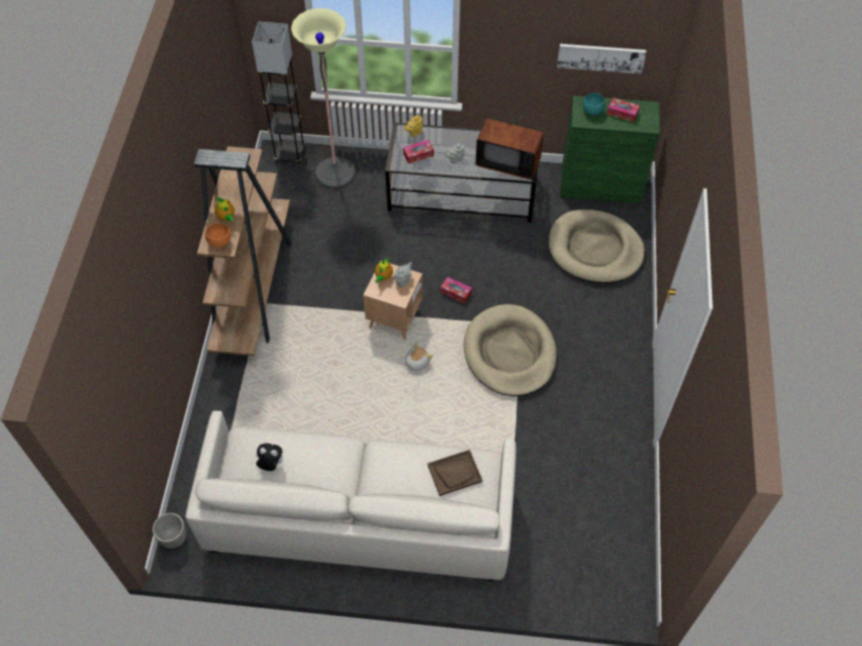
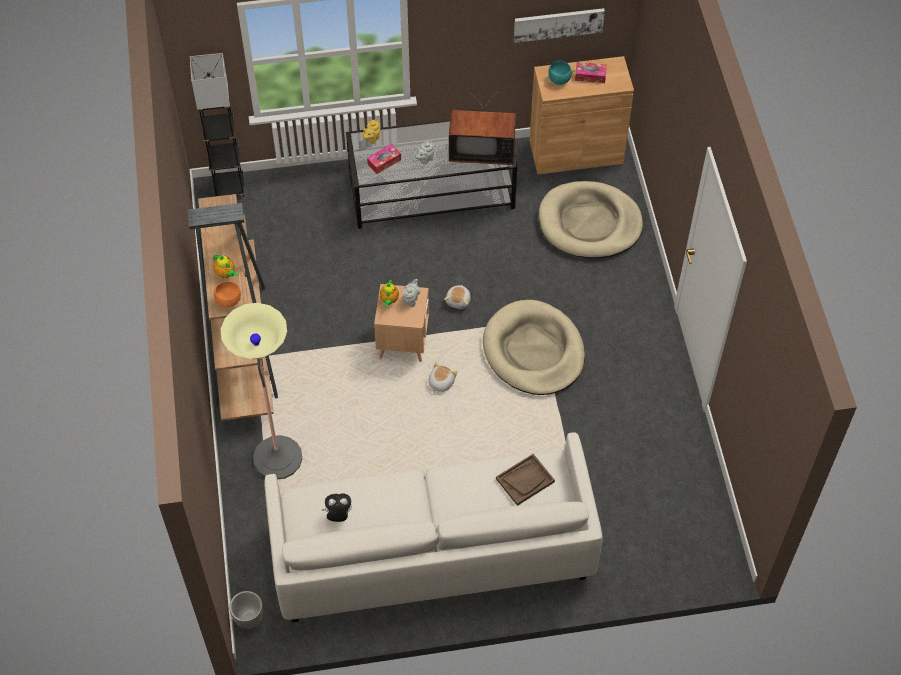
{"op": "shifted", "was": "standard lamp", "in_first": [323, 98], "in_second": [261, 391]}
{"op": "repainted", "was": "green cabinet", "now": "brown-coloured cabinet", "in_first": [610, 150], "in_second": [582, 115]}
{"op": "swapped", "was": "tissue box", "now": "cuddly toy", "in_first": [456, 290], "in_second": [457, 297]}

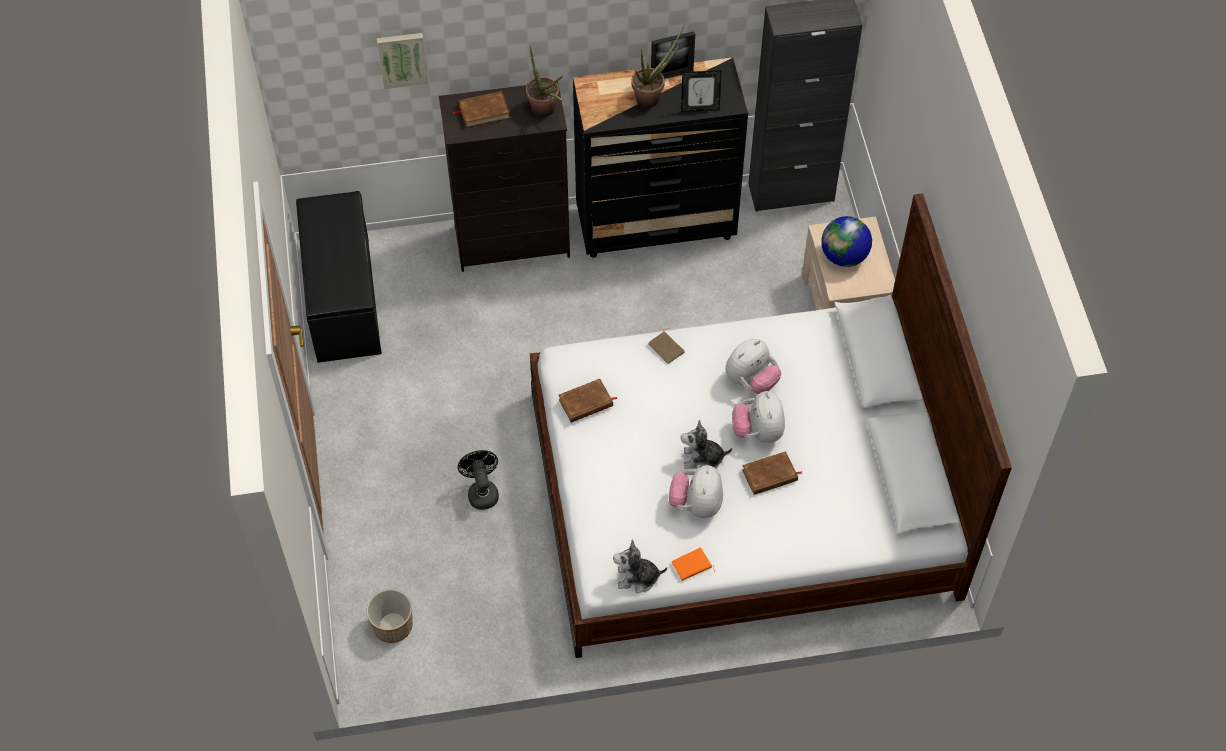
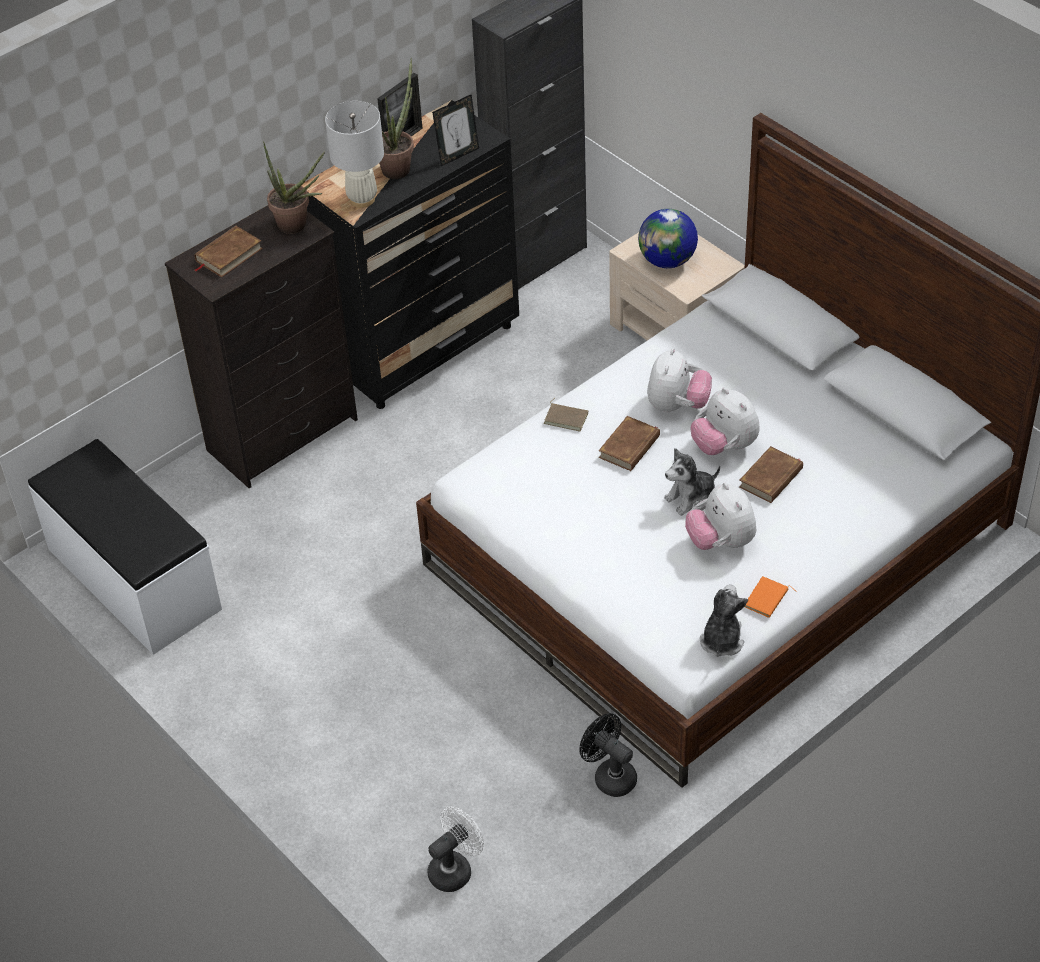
{"op": "gone", "was": "picture", "in_first": [403, 61]}
{"op": "repainted", "was": "black bench", "now": "white-coloured bench", "in_first": [339, 277], "in_second": [125, 547]}
{"op": "shifted", "was": "brown-coloured bound book", "in_first": [588, 401], "in_second": [629, 443]}
{"op": "shifted", "was": "black fan", "in_first": [478, 480], "in_second": [608, 755]}
{"op": "rotated", "was": "cuddly toy", "in_first": [640, 566], "in_second": [724, 620], "clockwise": 135}
{"op": "swapped", "was": "flower pot", "now": "white-coloured fan", "in_first": [389, 616], "in_second": [455, 849]}
{"op": "new", "now": "white-coloured lamp for a table", "in_second": [354, 154]}

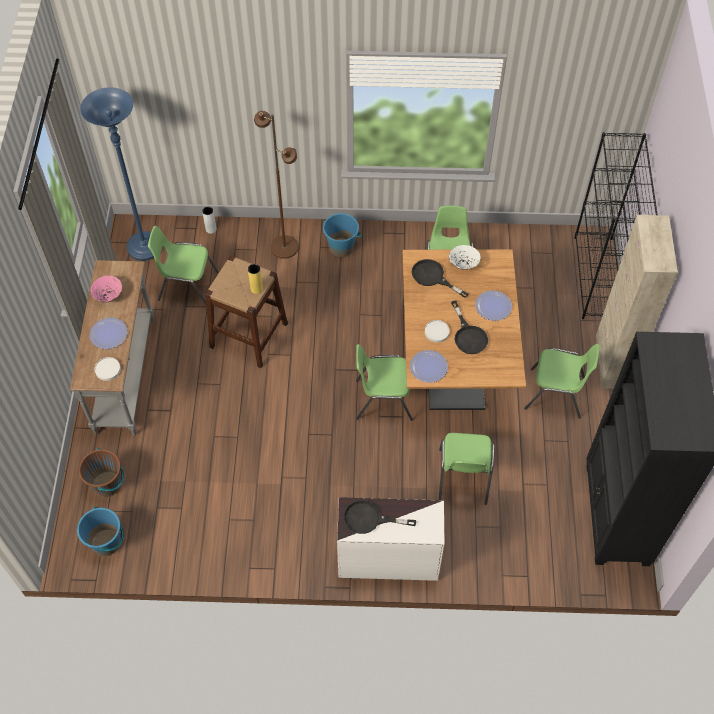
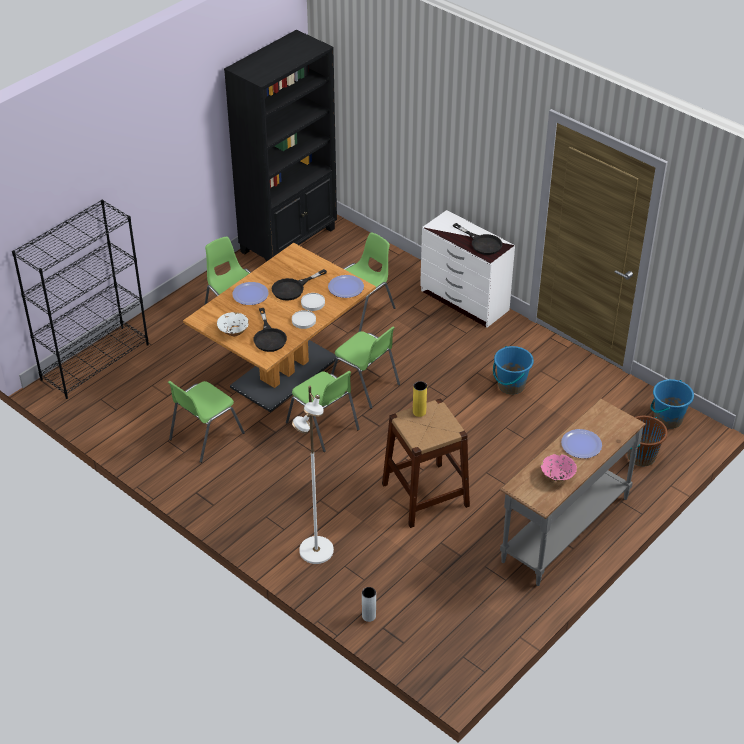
{"op": "gone", "was": "blue-coloured standard lamp", "in_first": [117, 174]}
{"op": "repainted", "was": "brown-coloured standard lamp", "now": "white-coloured standard lamp", "in_first": [276, 185], "in_second": [313, 475]}
{"op": "shifted", "was": "blue-coloured bucket", "in_first": [342, 235], "in_second": [513, 370]}
{"op": "gone", "was": "beige cabinet", "in_first": [637, 301]}
{"op": "shifted", "was": "green upright chair", "in_first": [183, 265], "in_second": [323, 411]}
{"op": "rotated", "was": "black pan", "in_first": [469, 327], "in_second": [299, 285], "clockwise": -150}
{"op": "shifted", "was": "white-coloured flat dish", "in_first": [108, 369], "in_second": [304, 319]}

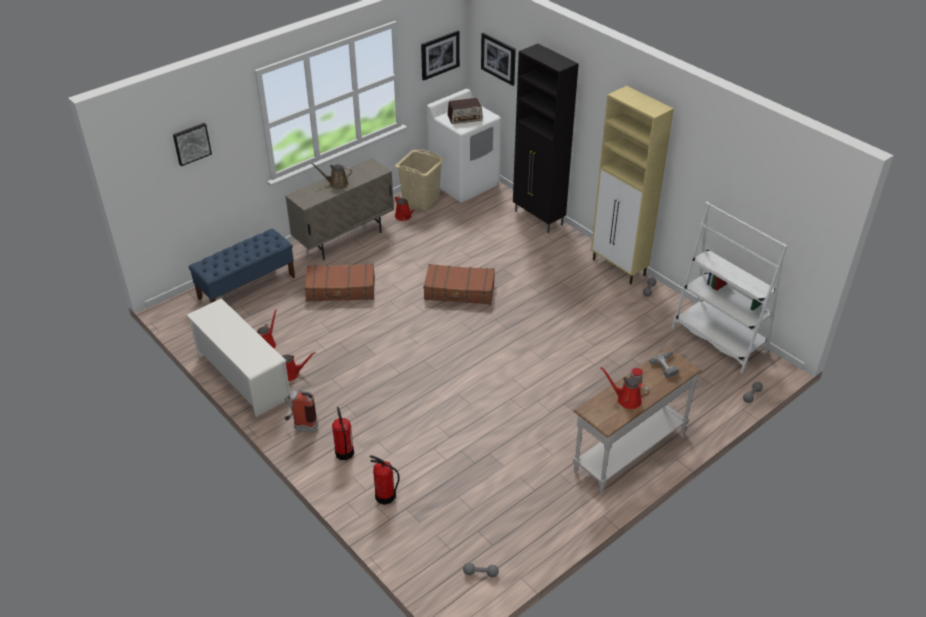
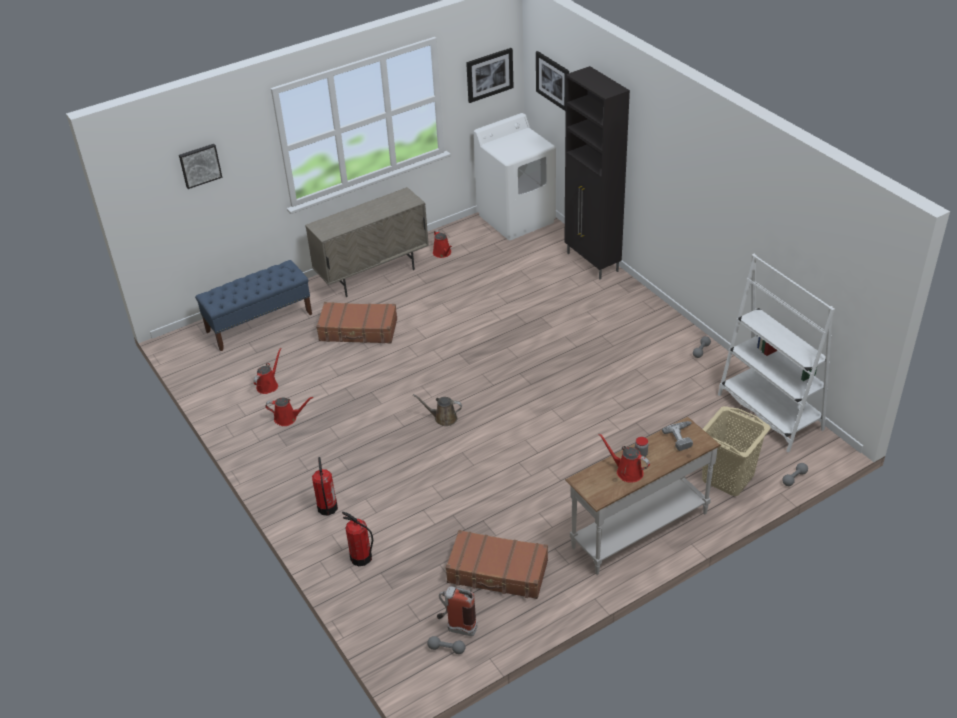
{"op": "gone", "was": "beige cabinet", "in_first": [632, 185]}
{"op": "gone", "was": "radio set", "in_first": [465, 111]}
{"op": "shifted", "was": "beige hamper", "in_first": [419, 180], "in_second": [736, 451]}
{"op": "shifted", "was": "brown-coloured sprinkling can", "in_first": [331, 176], "in_second": [437, 410]}
{"op": "shifted", "was": "brown-coloured piece of luggage", "in_first": [459, 284], "in_second": [497, 564]}
{"op": "gone", "was": "white-coloured shoe stand", "in_first": [238, 357]}
{"op": "shifted", "was": "fire extinguisher", "in_first": [301, 411], "in_second": [457, 611]}

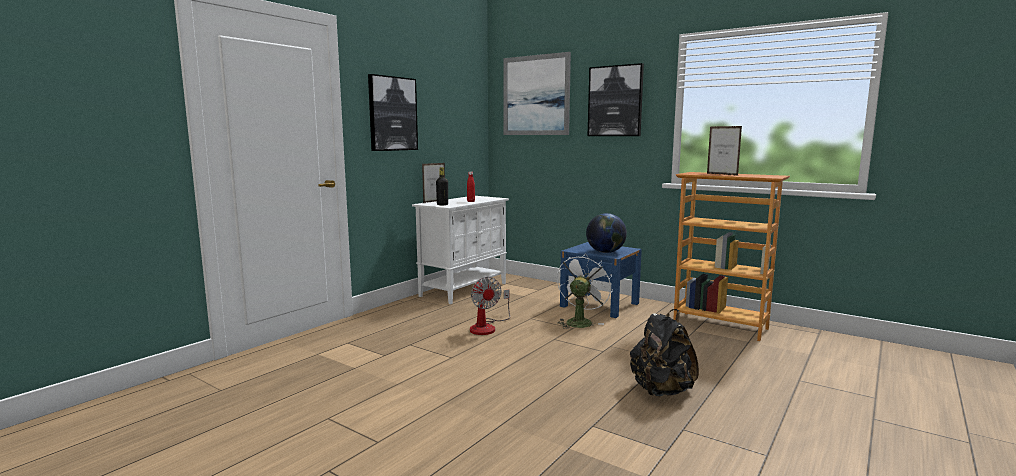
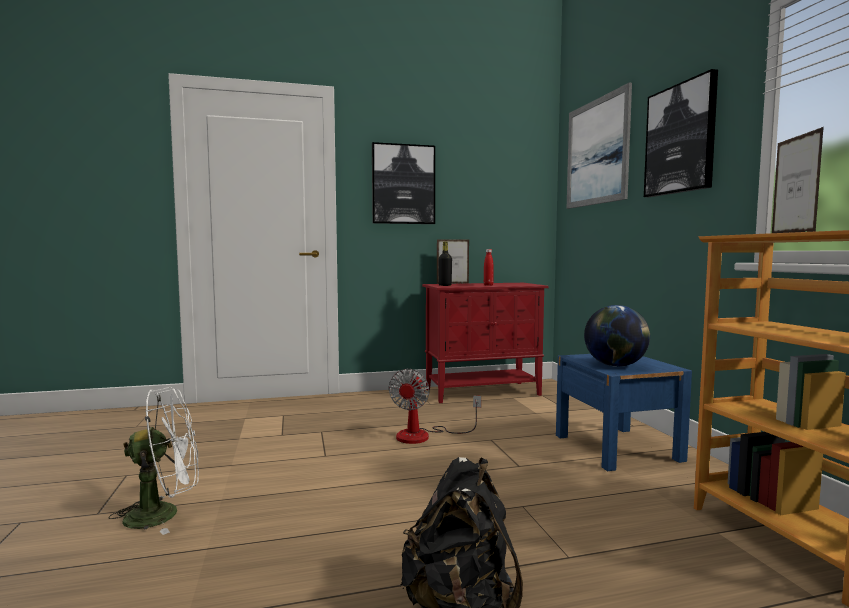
{"op": "repainted", "was": "white-coloured cabinet", "now": "red-coloured cabinet", "in_first": [460, 250], "in_second": [485, 343]}
{"op": "shifted", "was": "white-coloured fan", "in_first": [585, 292], "in_second": [154, 461]}

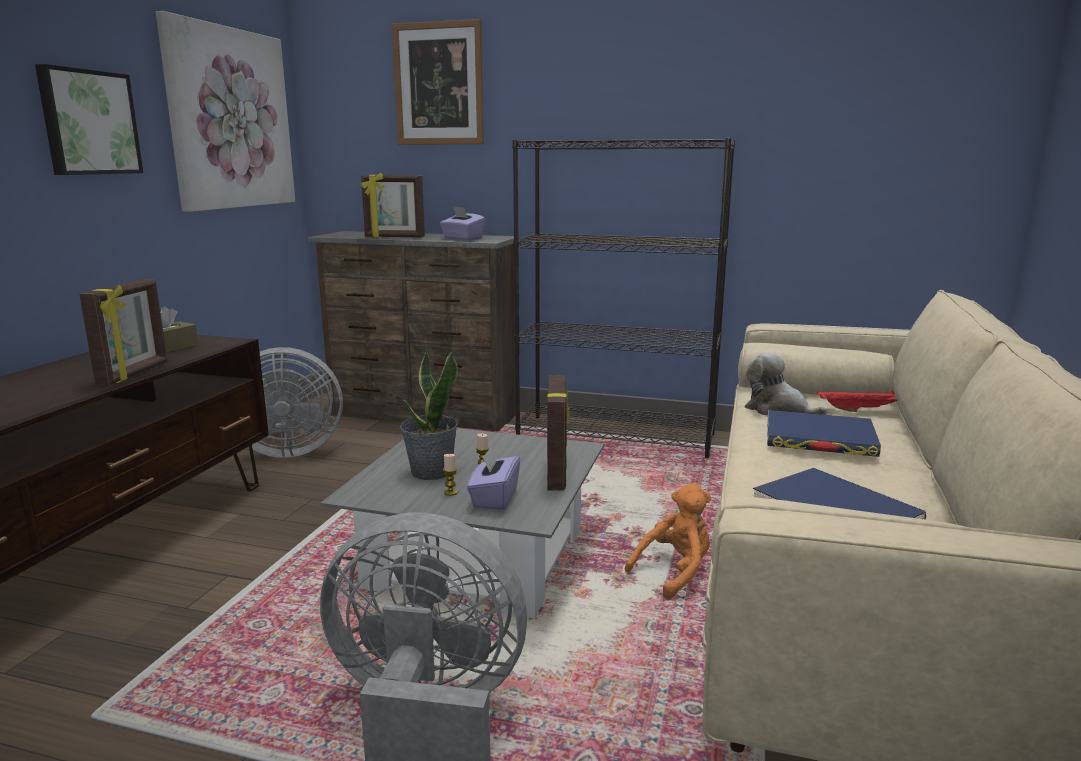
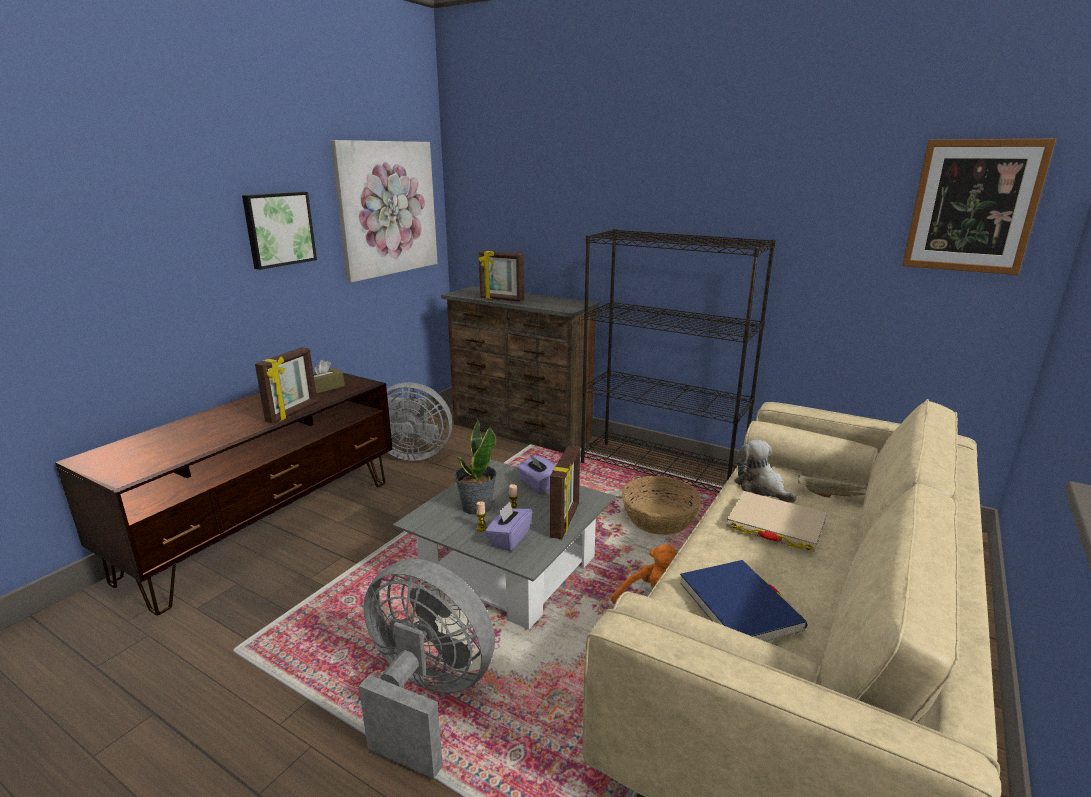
{"op": "shifted", "was": "picture", "in_first": [438, 82], "in_second": [979, 207]}
{"op": "shifted", "was": "purple-coloured tissue box", "in_first": [462, 223], "in_second": [536, 474]}
{"op": "repainted", "was": "red-coloured carrying tray", "now": "beige carrying tray", "in_first": [857, 401], "in_second": [833, 486]}
{"op": "repainted", "was": "blue-coloured bound book", "now": "beige bound book", "in_first": [824, 433], "in_second": [776, 521]}
{"op": "new", "now": "storage basket", "in_second": [661, 505]}

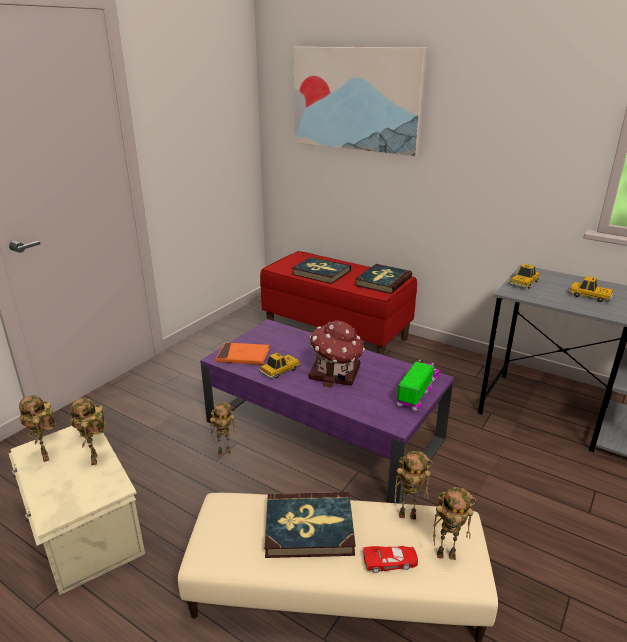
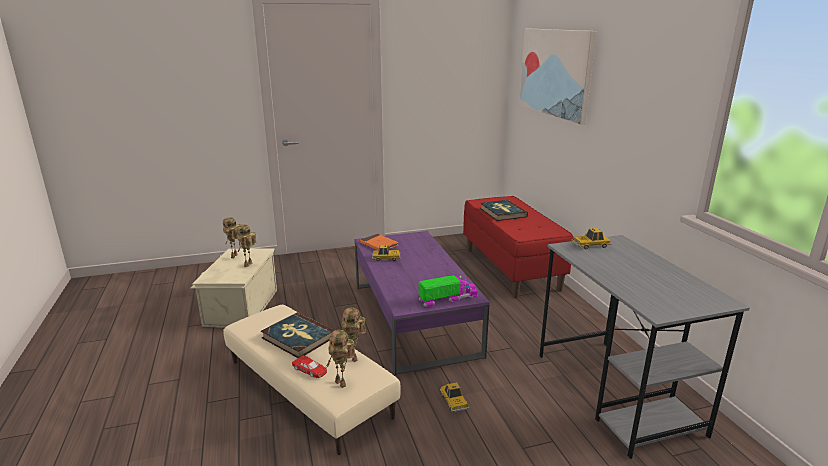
{"op": "gone", "was": "bound book", "in_first": [383, 279]}
{"op": "shifted", "was": "toy car", "in_first": [591, 289], "in_second": [454, 397]}
{"op": "gone", "was": "model house", "in_first": [337, 354]}
{"op": "gone", "was": "robot figure", "in_first": [223, 429]}

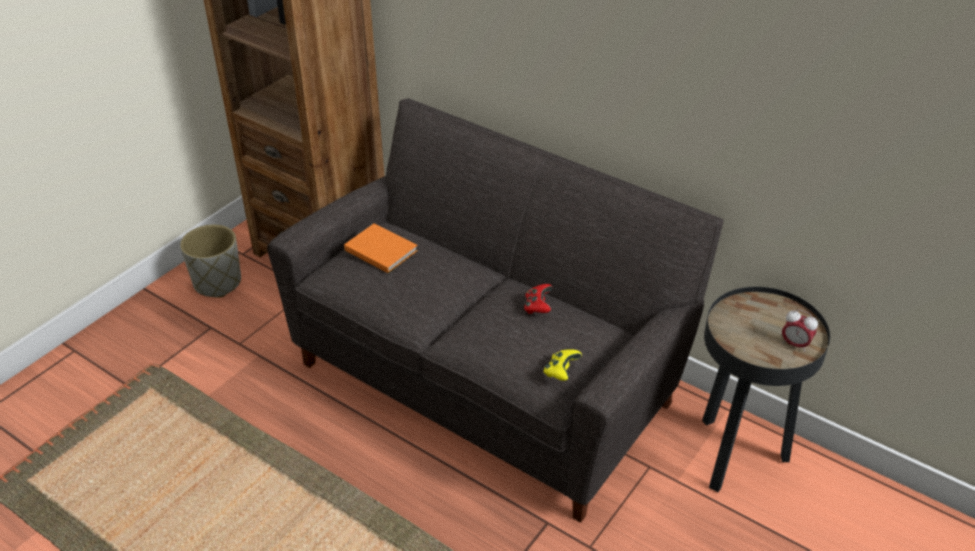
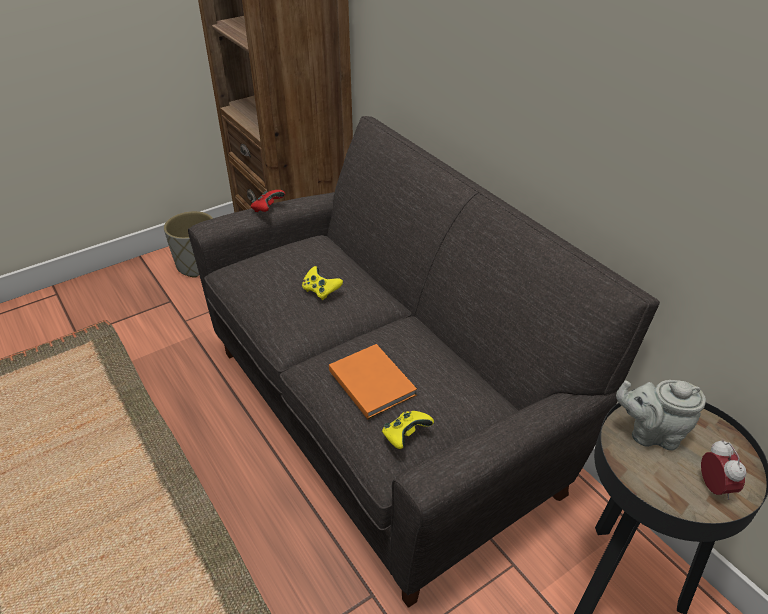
{"op": "shifted", "was": "orange bound book", "in_first": [381, 248], "in_second": [373, 381]}
{"op": "shifted", "was": "red-coloured game controller", "in_first": [538, 299], "in_second": [268, 201]}
{"op": "rotated", "was": "bedside clock", "in_first": [800, 330], "in_second": [724, 470], "clockwise": -150}
{"op": "new", "now": "yellowish game controller", "in_second": [322, 283]}
{"op": "new", "now": "gray teapot", "in_second": [661, 415]}

